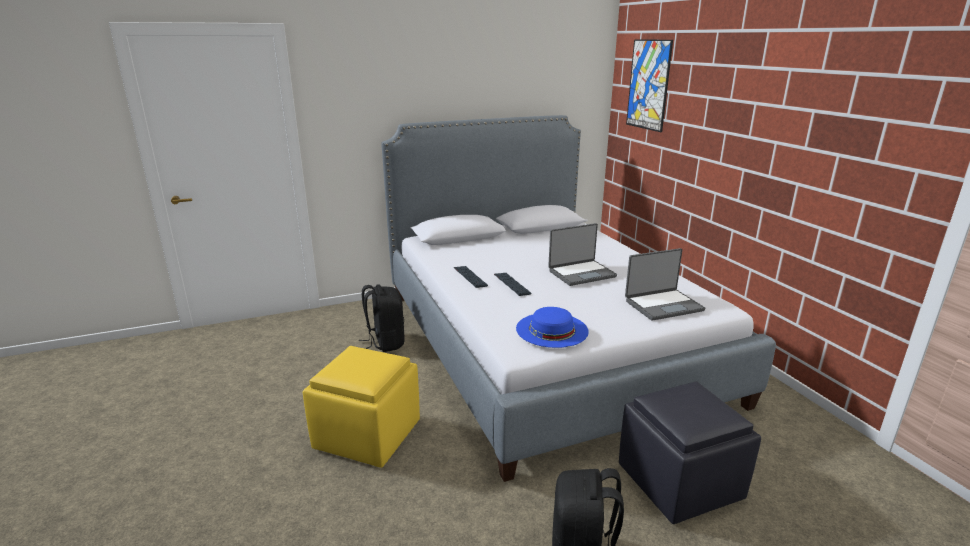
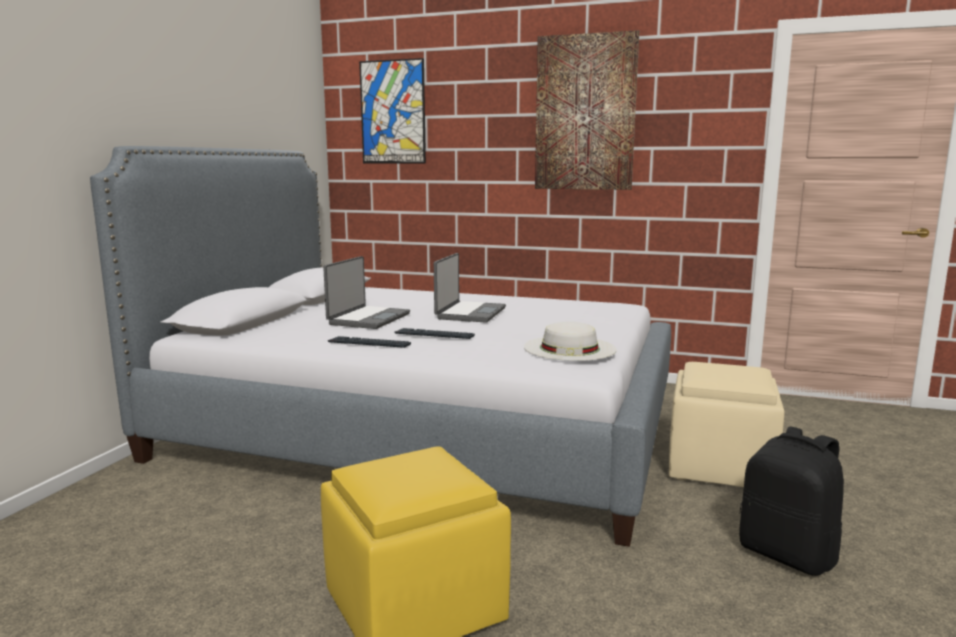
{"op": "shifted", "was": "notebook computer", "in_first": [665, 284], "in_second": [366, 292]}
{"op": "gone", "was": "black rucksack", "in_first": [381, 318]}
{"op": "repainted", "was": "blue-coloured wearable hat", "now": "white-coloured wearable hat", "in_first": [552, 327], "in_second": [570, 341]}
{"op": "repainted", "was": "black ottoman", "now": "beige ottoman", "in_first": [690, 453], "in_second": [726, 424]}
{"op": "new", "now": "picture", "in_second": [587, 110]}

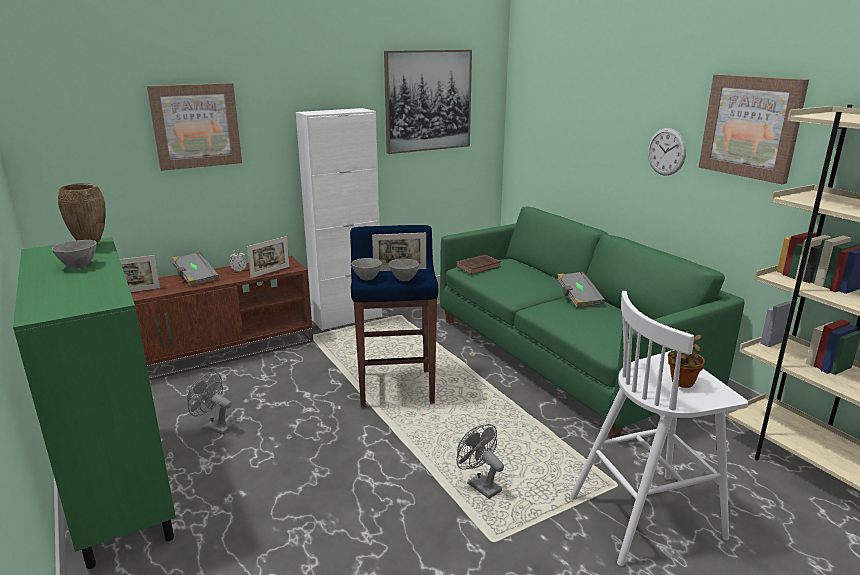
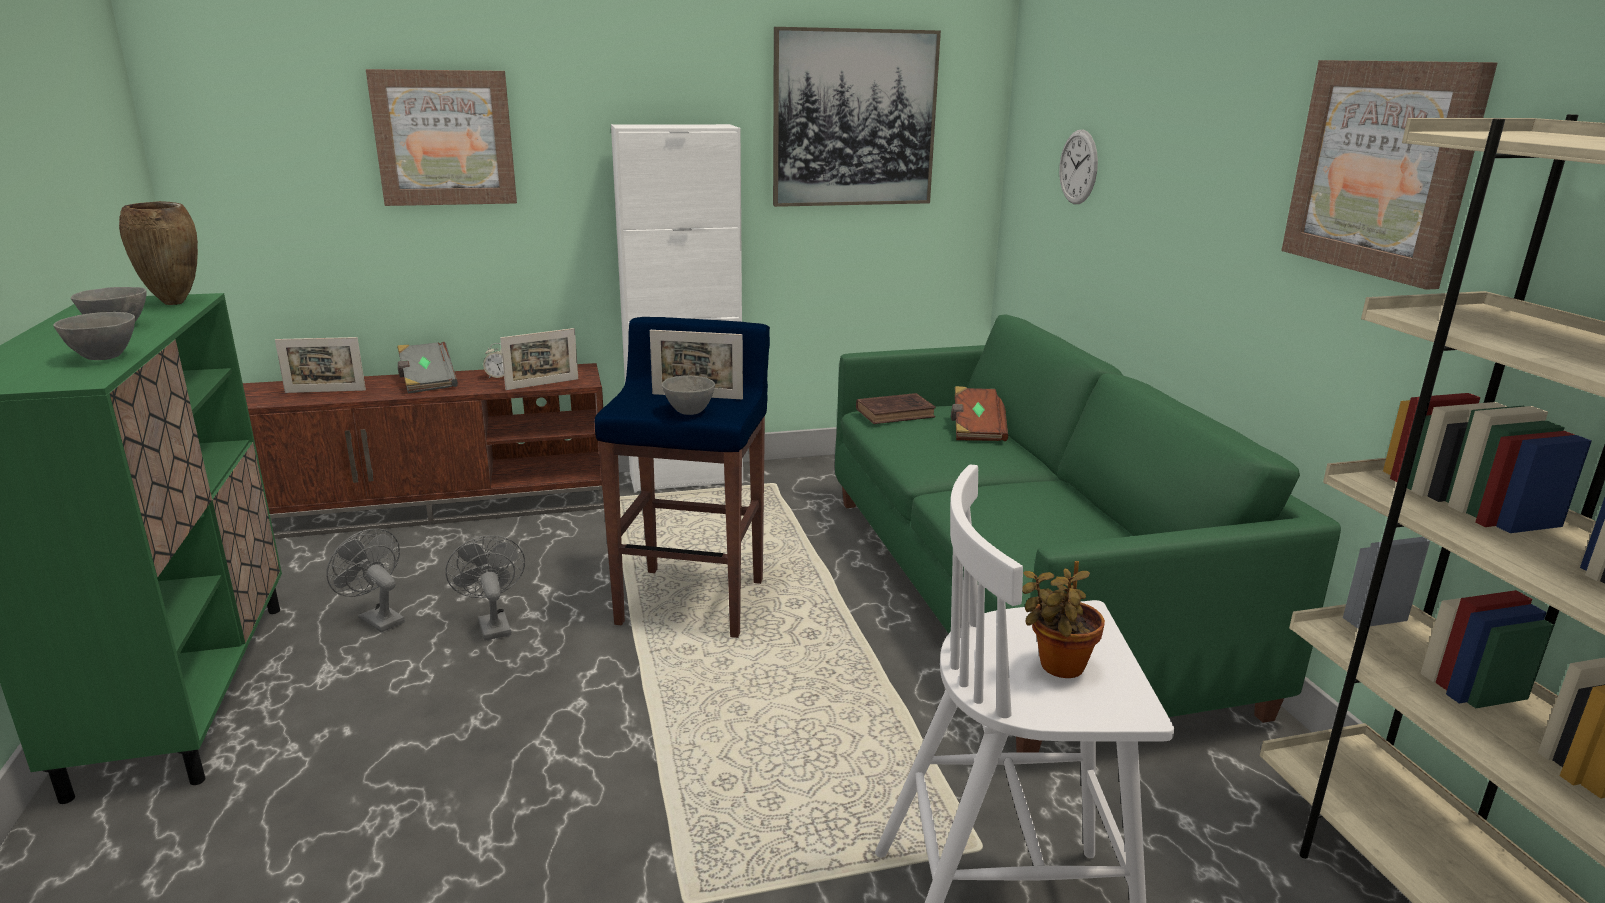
{"op": "shifted", "was": "clock on the wall", "in_first": [667, 152], "in_second": [1078, 167]}
{"op": "shifted", "was": "gray deep dish", "in_first": [367, 269], "in_second": [94, 336]}
{"op": "gone", "was": "gray bound book", "in_first": [581, 290]}
{"op": "shifted", "was": "gray fan", "in_first": [480, 461], "in_second": [485, 588]}
{"op": "new", "now": "brown-coloured bound book", "in_second": [979, 413]}

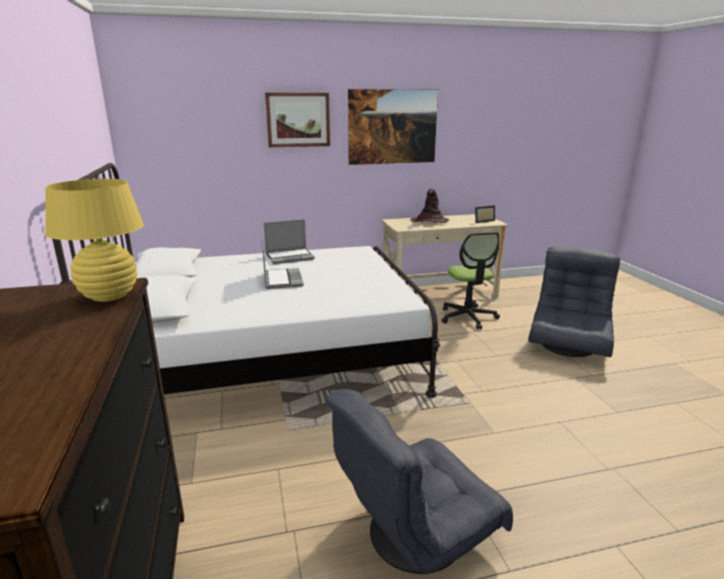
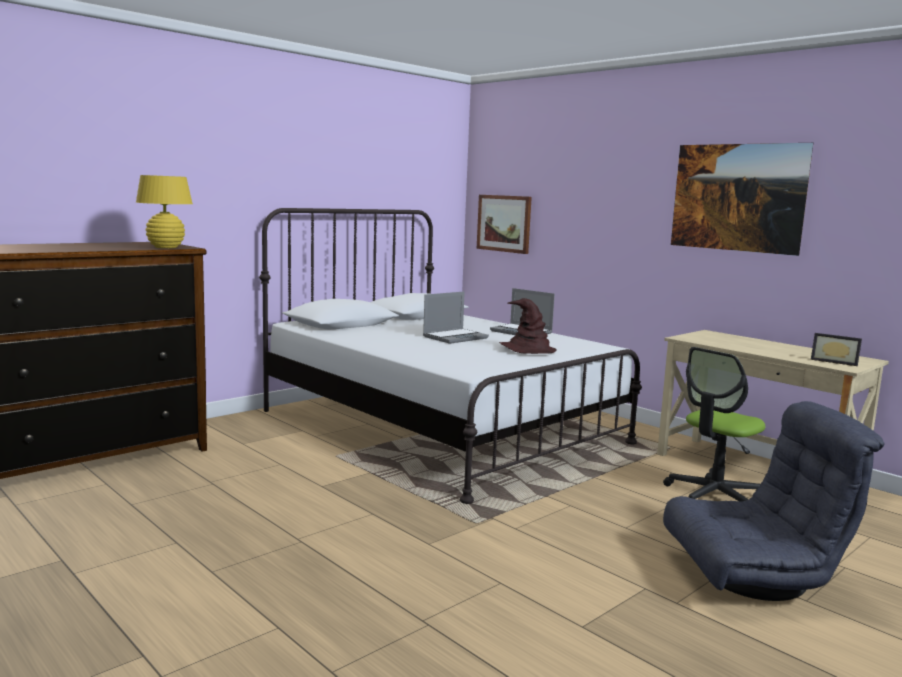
{"op": "shifted", "was": "picture", "in_first": [297, 120], "in_second": [504, 224]}
{"op": "shifted", "was": "brown-coloured wearable hat", "in_first": [429, 206], "in_second": [528, 326]}
{"op": "gone", "was": "gray lounge chair", "in_first": [419, 481]}

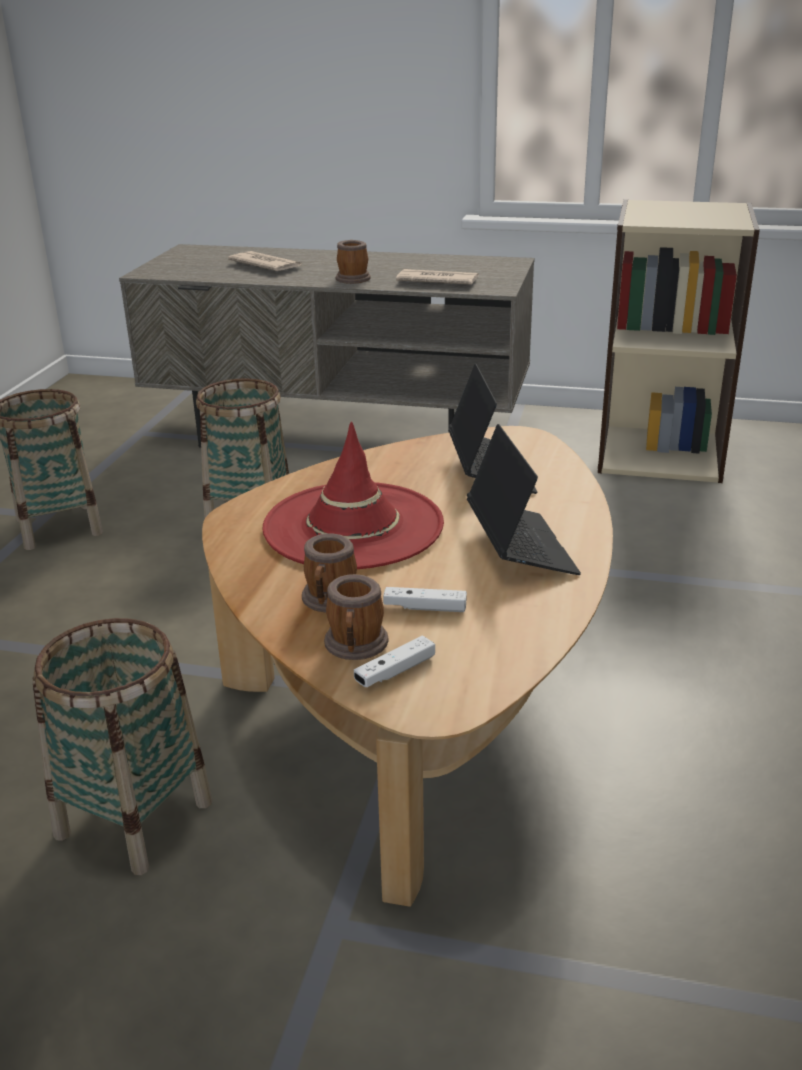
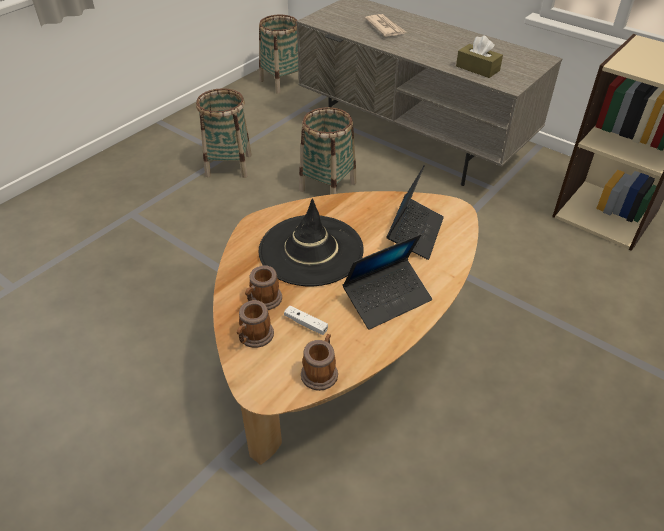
{"op": "shifted", "was": "tea mug", "in_first": [353, 262], "in_second": [319, 362]}
{"op": "swapped", "was": "newspaper", "now": "brown-coloured tissue box", "in_first": [437, 277], "in_second": [479, 57]}
{"op": "repainted", "was": "red-coloured wearable hat", "now": "black wearable hat", "in_first": [353, 495], "in_second": [311, 242]}
{"op": "rotated", "was": "notebook computer", "in_first": [524, 499], "in_second": [387, 282], "clockwise": 45}
{"op": "shifted", "was": "storage basket", "in_first": [122, 746], "in_second": [279, 54]}
{"op": "gone", "was": "white-coloured game controller", "in_first": [394, 661]}

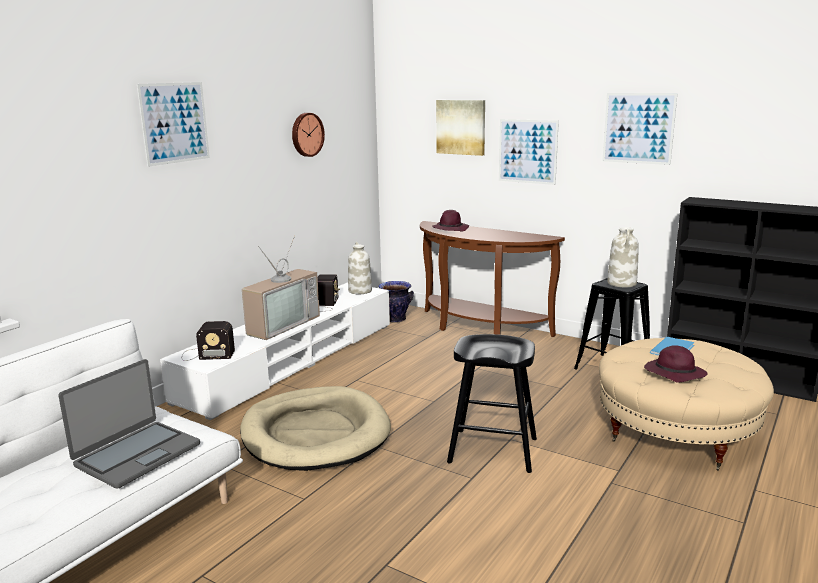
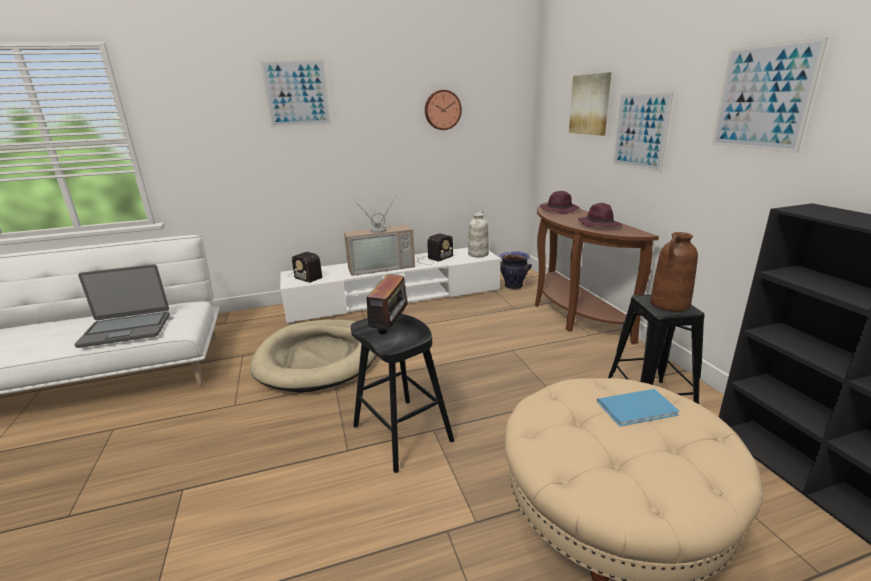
{"op": "repainted", "was": "white-coloured flower vase", "now": "brown-coloured flower vase", "in_first": [623, 257], "in_second": [674, 272]}
{"op": "shifted", "was": "purple-coloured wearable hat", "in_first": [675, 363], "in_second": [600, 215]}
{"op": "new", "now": "radio set", "in_second": [389, 306]}

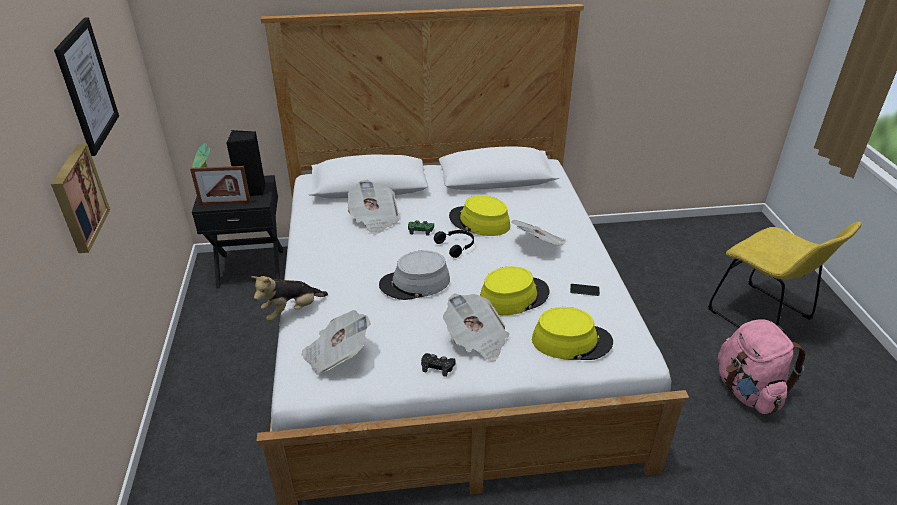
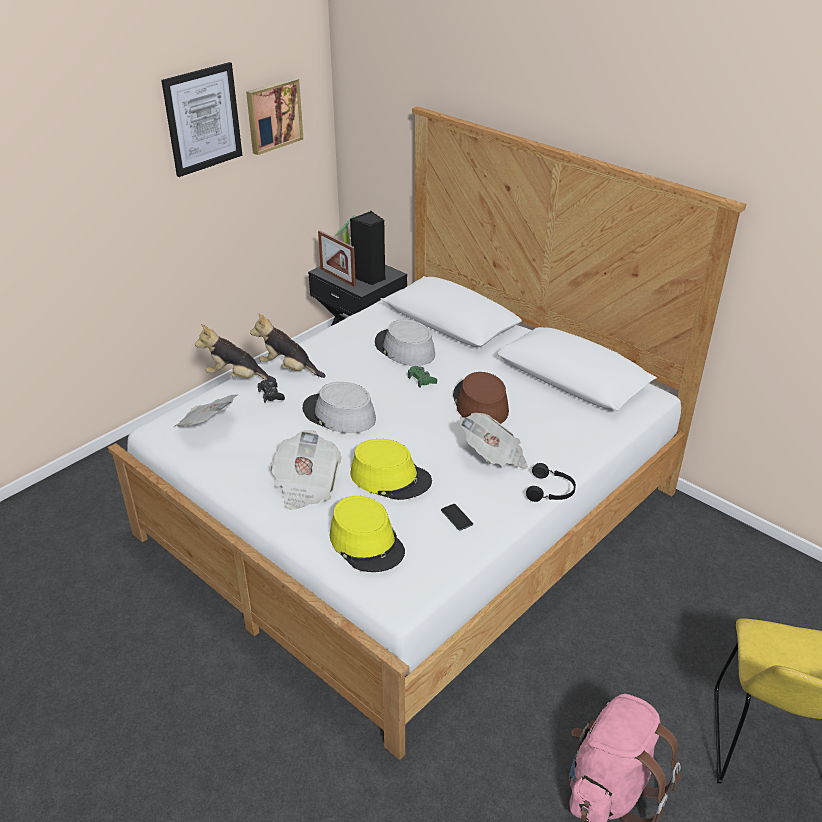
{"op": "shifted", "was": "picture", "in_first": [80, 198], "in_second": [274, 116]}
{"op": "swapped", "was": "newspaper", "now": "gray wearable hat", "in_first": [373, 207], "in_second": [405, 343]}
{"op": "repainted", "was": "yellowish wearable hat", "now": "brown-coloured wearable hat", "in_first": [479, 216], "in_second": [481, 398]}
{"op": "shifted", "was": "black headset", "in_first": [454, 244], "in_second": [551, 482]}
{"op": "shifted", "was": "black game controller", "in_first": [438, 365], "in_second": [271, 391]}
{"op": "new", "now": "cuddly toy", "in_second": [288, 345]}

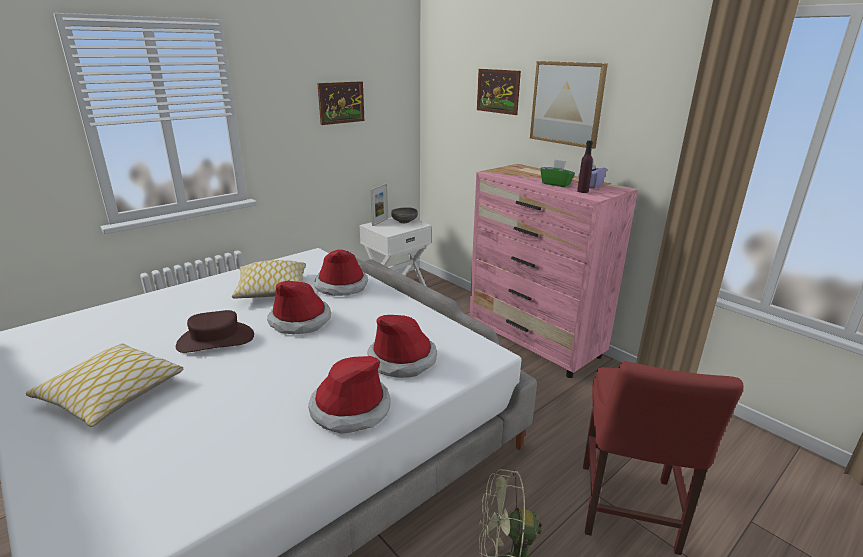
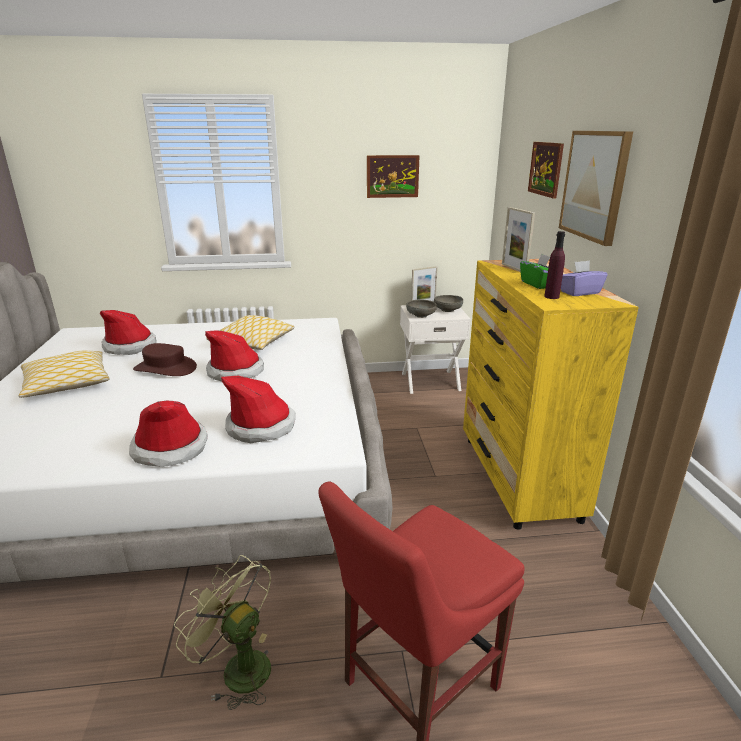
{"op": "repainted", "was": "pink dresser", "now": "yellowish dresser", "in_first": [554, 271], "in_second": [551, 394]}
{"op": "shifted", "was": "wearable hat", "in_first": [341, 273], "in_second": [128, 332]}
{"op": "new", "now": "standing frame", "in_second": [518, 239]}
{"op": "new", "now": "gray deep dish", "in_second": [421, 308]}

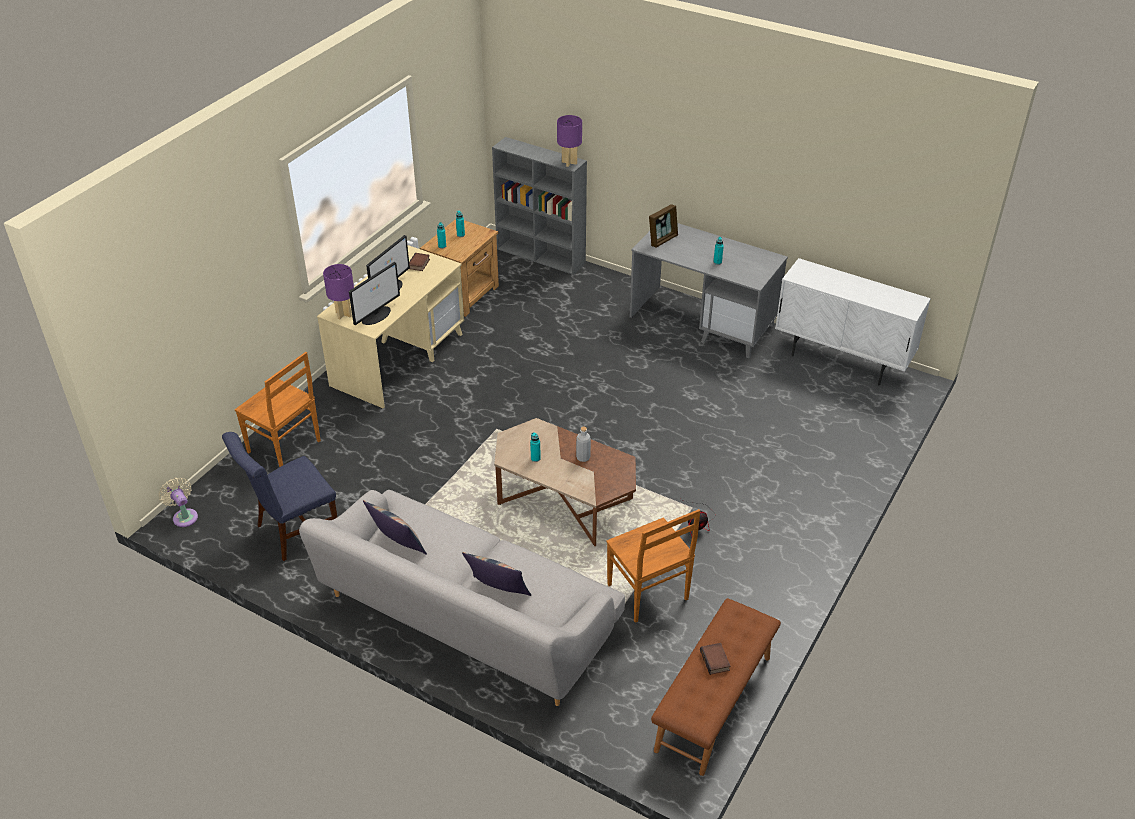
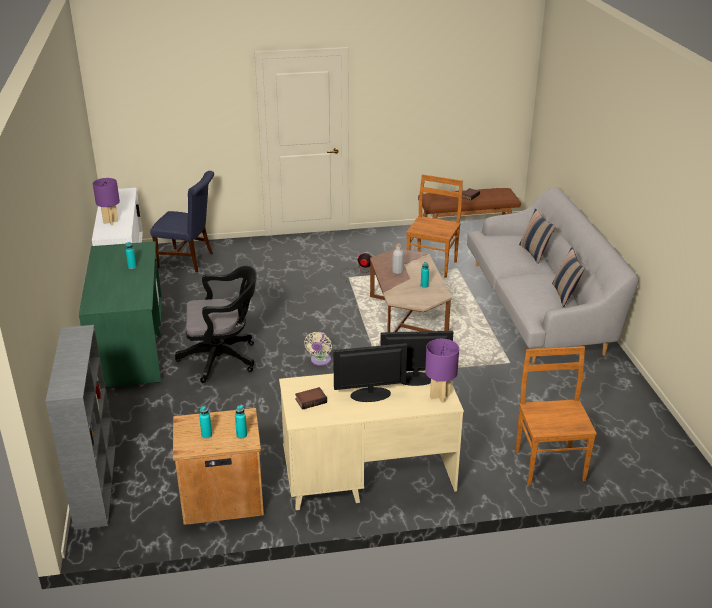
{"op": "shifted", "was": "purple-coloured lamp for a table", "in_first": [569, 141], "in_second": [106, 201]}
{"op": "gone", "was": "standing frame", "in_first": [663, 226]}
{"op": "repainted", "was": "gray desk unit", "now": "green desk unit", "in_first": [709, 290], "in_second": [120, 314]}
{"op": "shifted", "was": "blue-coloured upright chair", "in_first": [279, 496], "in_second": [182, 221]}
{"op": "shifted", "was": "beige fan", "in_first": [178, 502], "in_second": [318, 349]}
{"op": "new", "now": "black office chair", "in_second": [216, 324]}

